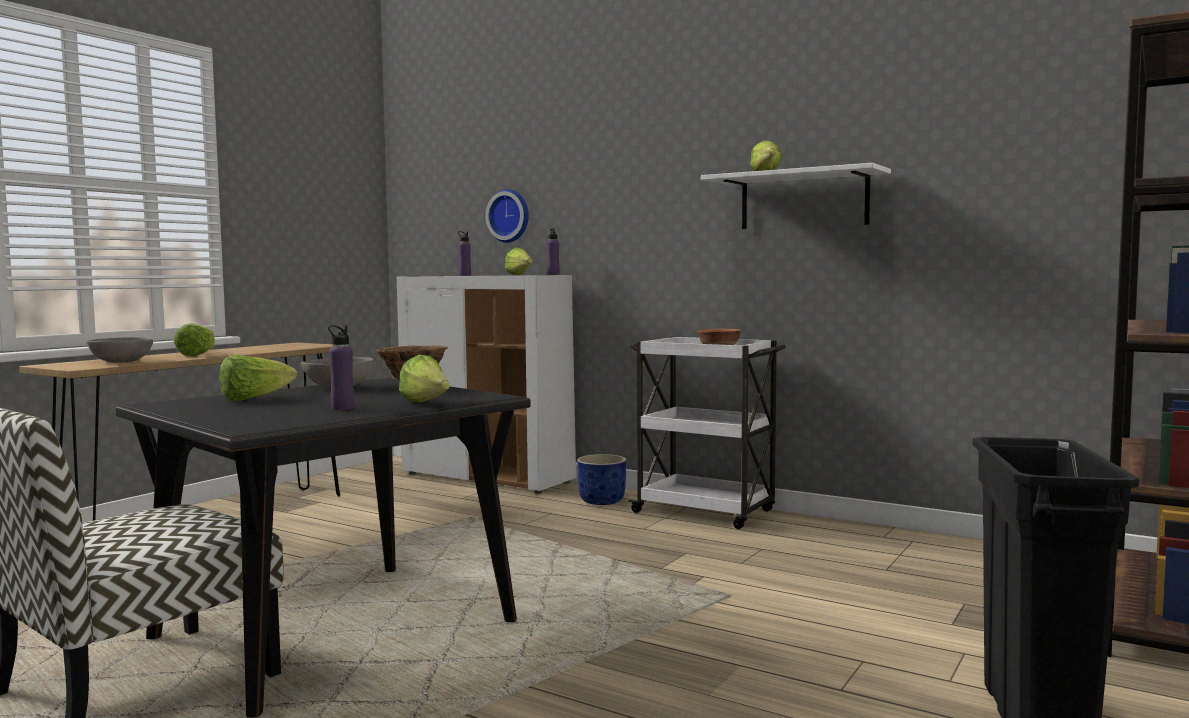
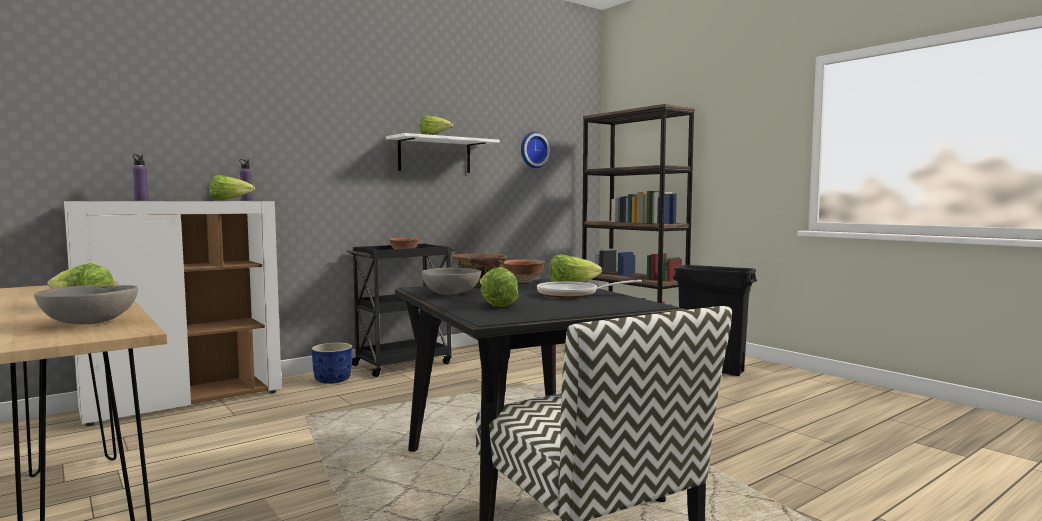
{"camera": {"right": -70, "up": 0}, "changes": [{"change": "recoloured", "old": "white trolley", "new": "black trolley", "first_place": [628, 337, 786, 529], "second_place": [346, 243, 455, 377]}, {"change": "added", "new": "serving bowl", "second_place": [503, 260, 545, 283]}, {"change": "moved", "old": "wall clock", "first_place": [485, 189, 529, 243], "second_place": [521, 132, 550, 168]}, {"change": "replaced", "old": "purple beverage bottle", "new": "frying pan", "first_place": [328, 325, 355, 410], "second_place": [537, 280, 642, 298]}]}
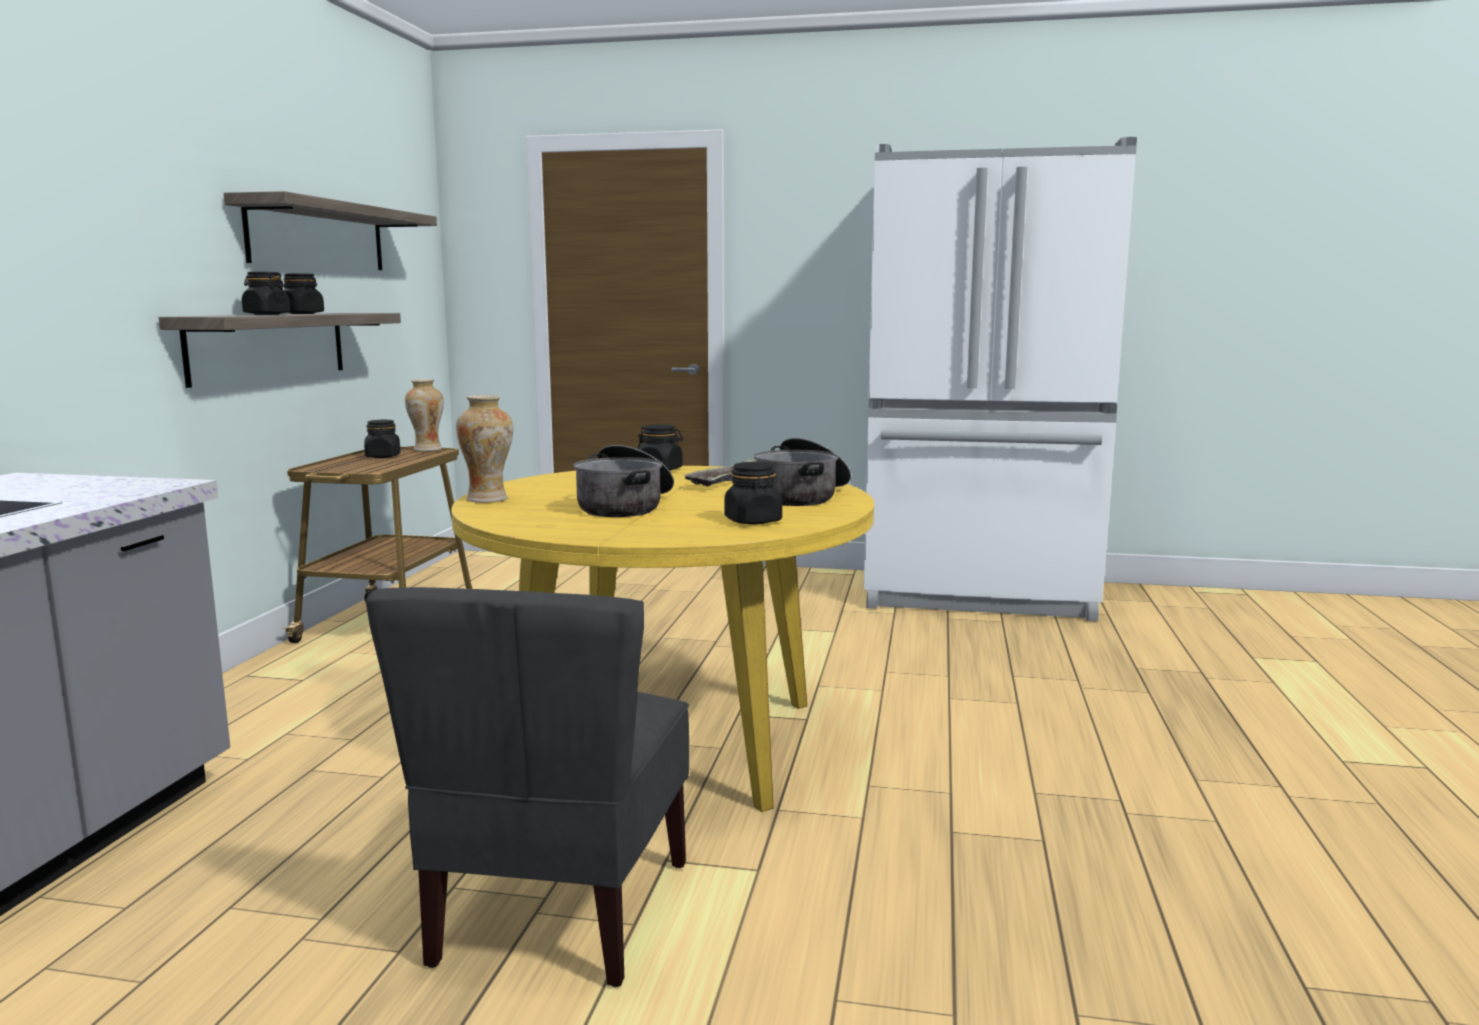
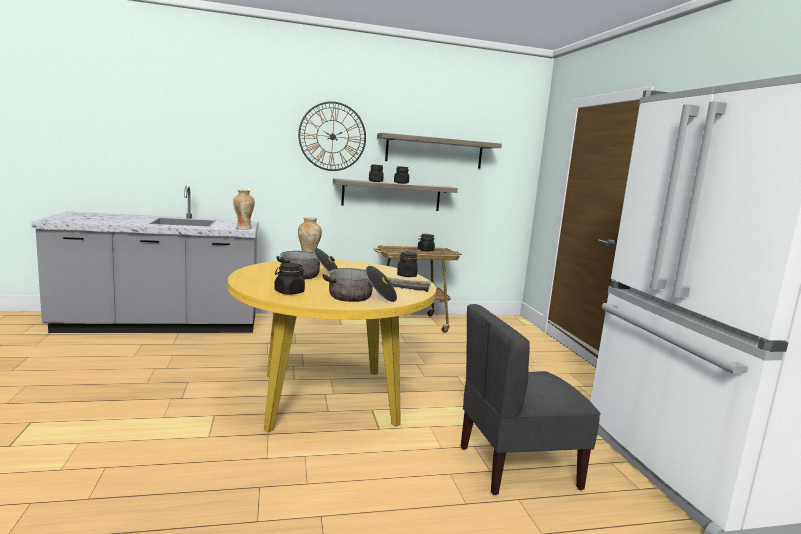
{"camera": {"right": 65, "up": 0}, "changes": [{"change": "moved", "old": "vase", "first_place": [405, 379, 444, 451], "second_place": [233, 190, 255, 230]}, {"change": "added", "new": "wall clock", "second_place": [298, 101, 366, 171]}, {"change": "moved", "old": "greyish upright chair", "first_place": [366, 587, 689, 987], "second_place": [461, 304, 601, 495]}]}
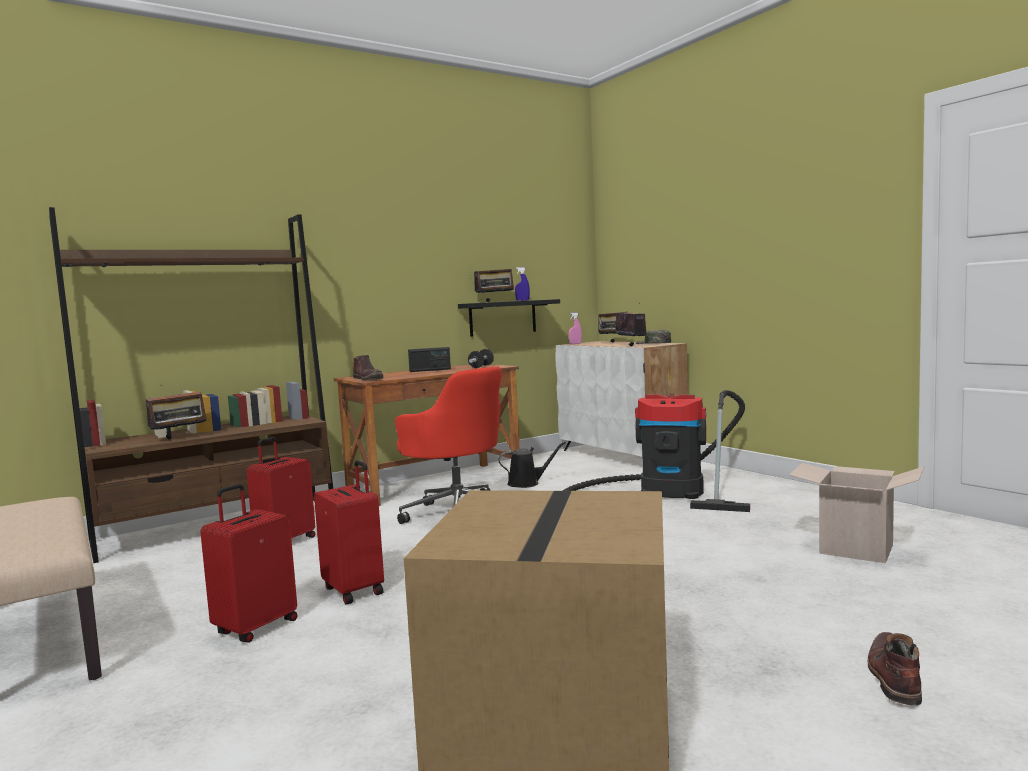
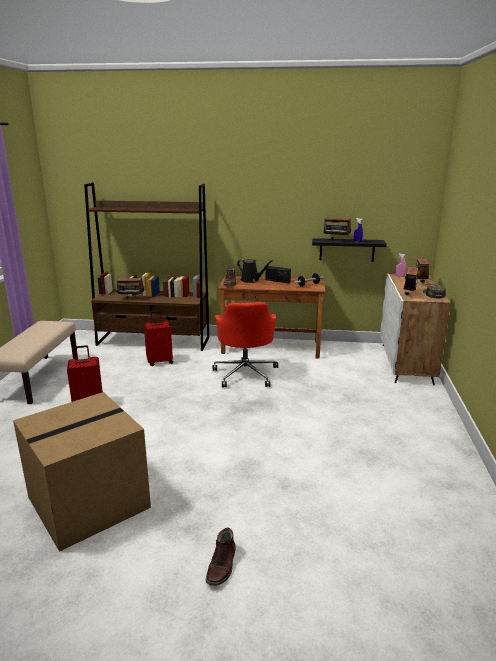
{"camera": {"right": 40, "up": 15}, "changes": [{"change": "turned", "old": "brown-coloured high-top boot", "first_place": [868, 632, 922, 706], "second_place": [206, 528, 236, 586], "degrees": 135}, {"change": "moved", "old": "black watering pot", "first_place": [499, 442, 566, 488], "second_place": [237, 259, 273, 283]}, {"change": "removed", "old": "red suitcase", "first_place": [314, 460, 384, 604]}, {"change": "removed", "old": "vacuum", "first_place": [563, 390, 750, 512]}, {"change": "removed", "old": "cardboard box", "first_place": [789, 463, 924, 563]}]}
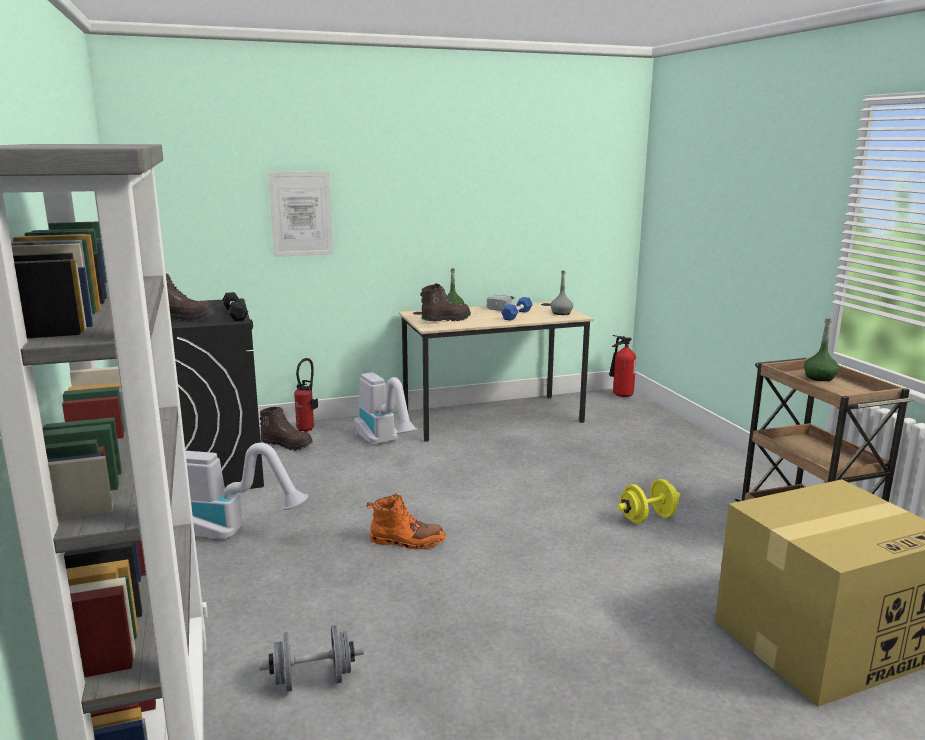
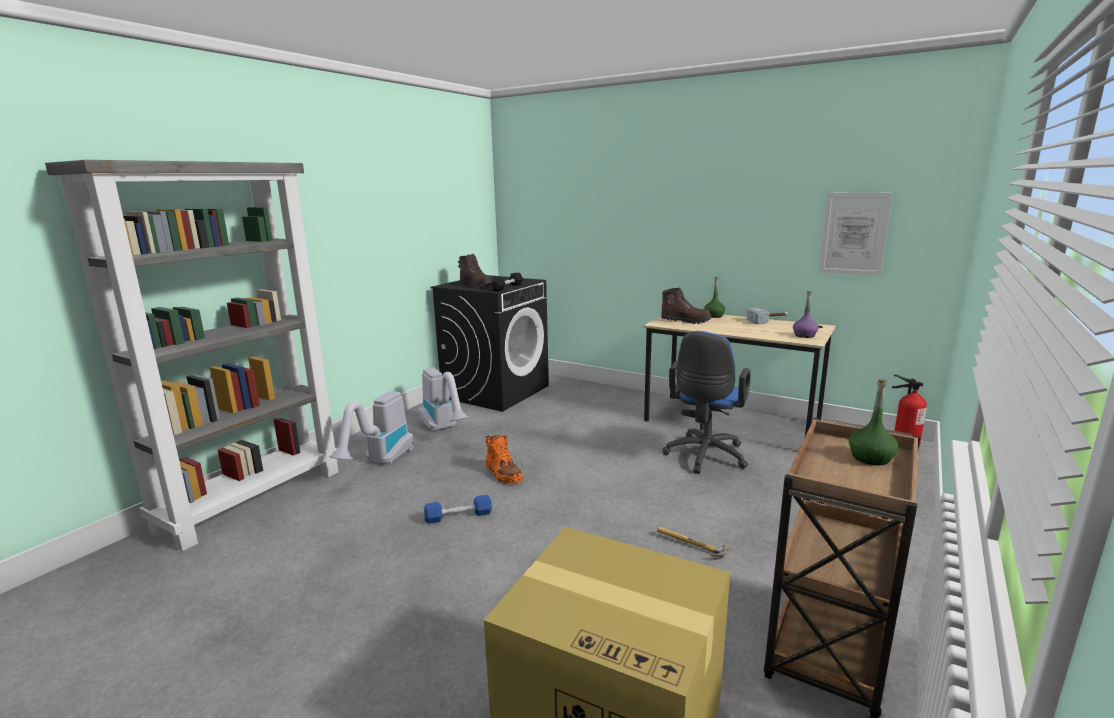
{"camera": {"right": 50, "up": 0}, "changes": [{"change": "moved", "old": "vacuum", "first_place": [354, 372, 418, 445], "second_place": [329, 391, 414, 464]}, {"change": "moved", "old": "blue-coloured free weight", "first_place": [501, 297, 533, 321], "second_place": [424, 495, 492, 524]}, {"change": "replaced", "old": "yellowish free weight", "new": "hand hammer", "first_place": [617, 479, 680, 524], "second_place": [657, 527, 730, 560]}, {"change": "added", "new": "blue-coloured office chair", "second_place": [662, 331, 751, 474]}, {"change": "recoloured", "old": "greyish beverage bottle", "new": "purple beverage bottle", "first_place": [551, 271, 573, 315], "second_place": [793, 291, 819, 338]}, {"change": "moved", "old": "wall picture", "first_place": [268, 172, 333, 257], "second_place": [819, 193, 892, 276]}, {"change": "removed", "old": "greyish free weight", "first_place": [259, 625, 364, 692]}, {"change": "removed", "old": "brown-coloured high-top boot", "first_place": [260, 406, 313, 451]}, {"change": "removed", "old": "extinguisher", "first_place": [294, 358, 318, 433]}]}
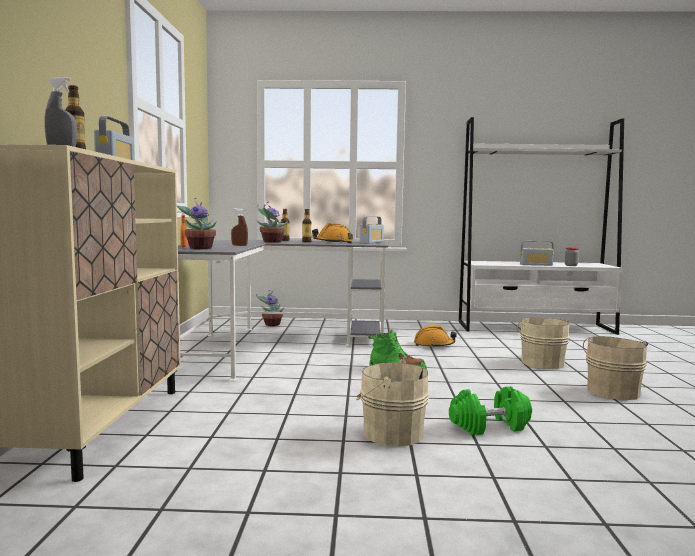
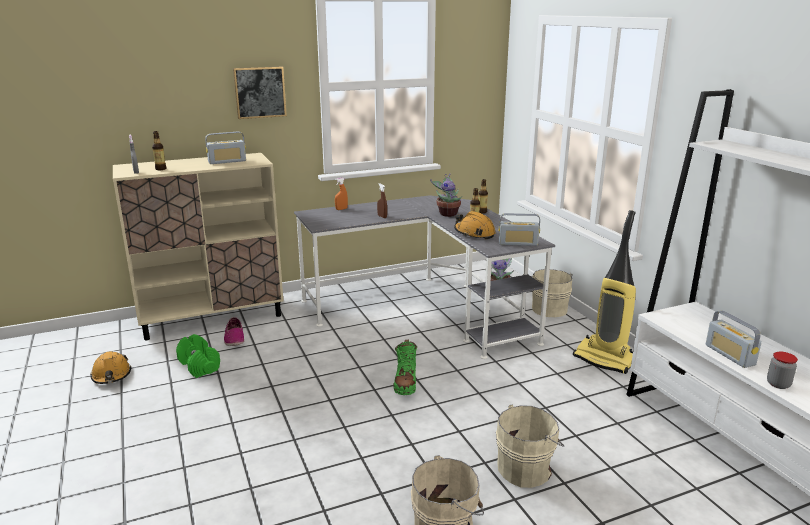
{"camera": {"right": 65, "up": 15}, "changes": [{"change": "moved", "old": "orange-coloured work helmet", "first_place": [414, 325, 457, 348], "second_place": [90, 351, 131, 384]}, {"change": "moved", "old": "greenish free weight", "first_place": [449, 386, 532, 435], "second_place": [176, 334, 220, 378]}, {"change": "added", "new": "item of footwear", "second_place": [224, 317, 244, 346]}, {"change": "added", "new": "wall picture", "second_place": [233, 66, 287, 119]}, {"change": "moved", "old": "beige-coloured pail", "first_place": [356, 359, 429, 446], "second_place": [531, 269, 573, 317]}, {"change": "added", "new": "vacuum", "second_place": [573, 210, 636, 374]}, {"change": "removed", "old": "houseplant", "first_place": [177, 198, 217, 249]}]}
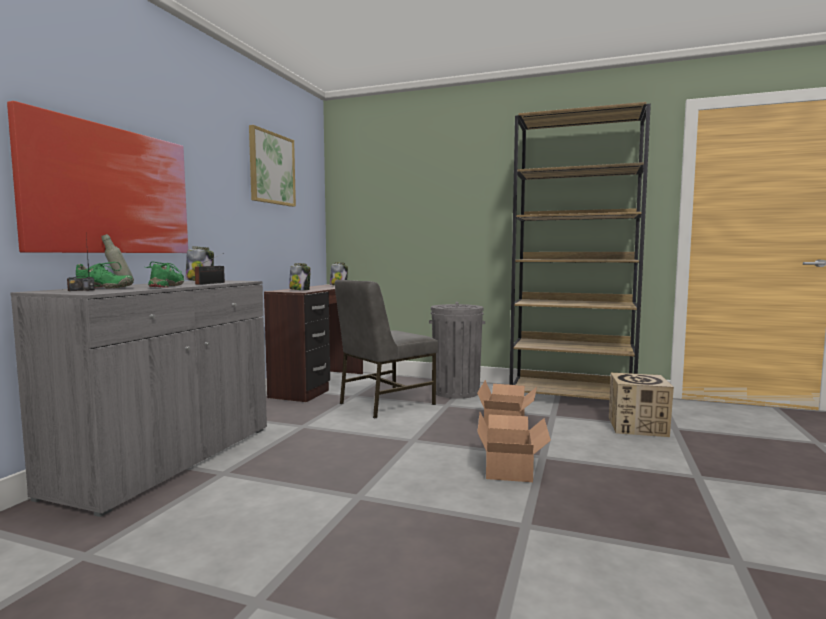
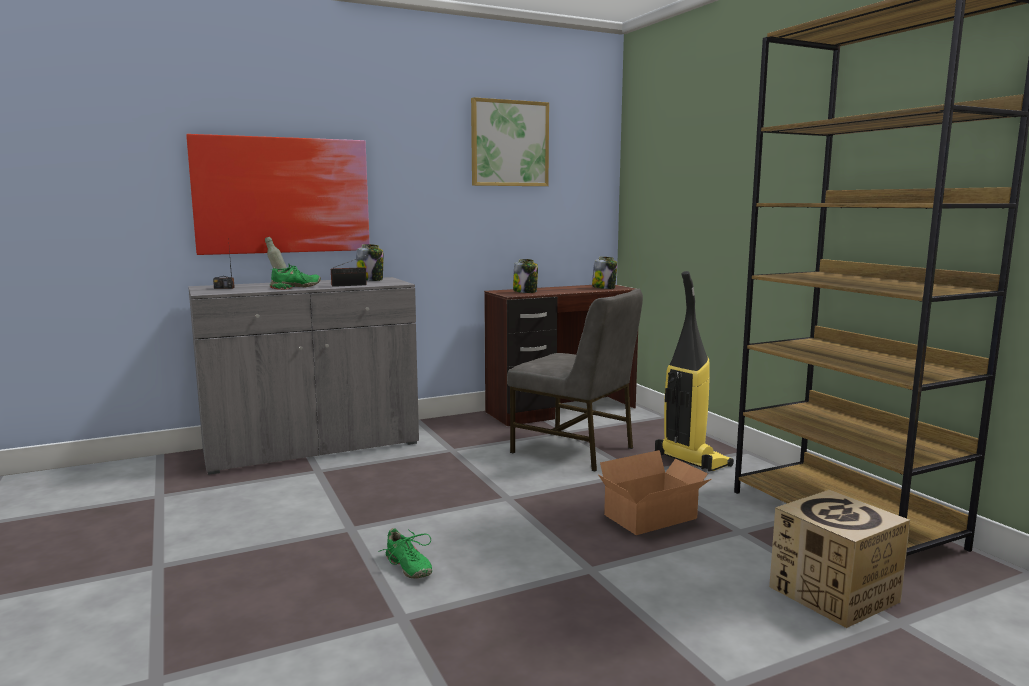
{"camera": {"right": 45, "up": 5}, "changes": [{"change": "moved", "old": "greenish item of footwear", "first_place": [76, 262, 134, 289], "second_place": [378, 528, 432, 579]}, {"change": "turned", "old": "greyish upright chair", "first_place": [335, 280, 438, 418], "second_place": [507, 289, 643, 471], "degrees": -150}, {"change": "replaced", "old": "greyish trash can", "new": "vacuum", "first_place": [429, 302, 485, 399], "second_place": [655, 271, 734, 472]}, {"change": "removed", "old": "cardboard box", "first_place": [477, 412, 551, 482]}]}
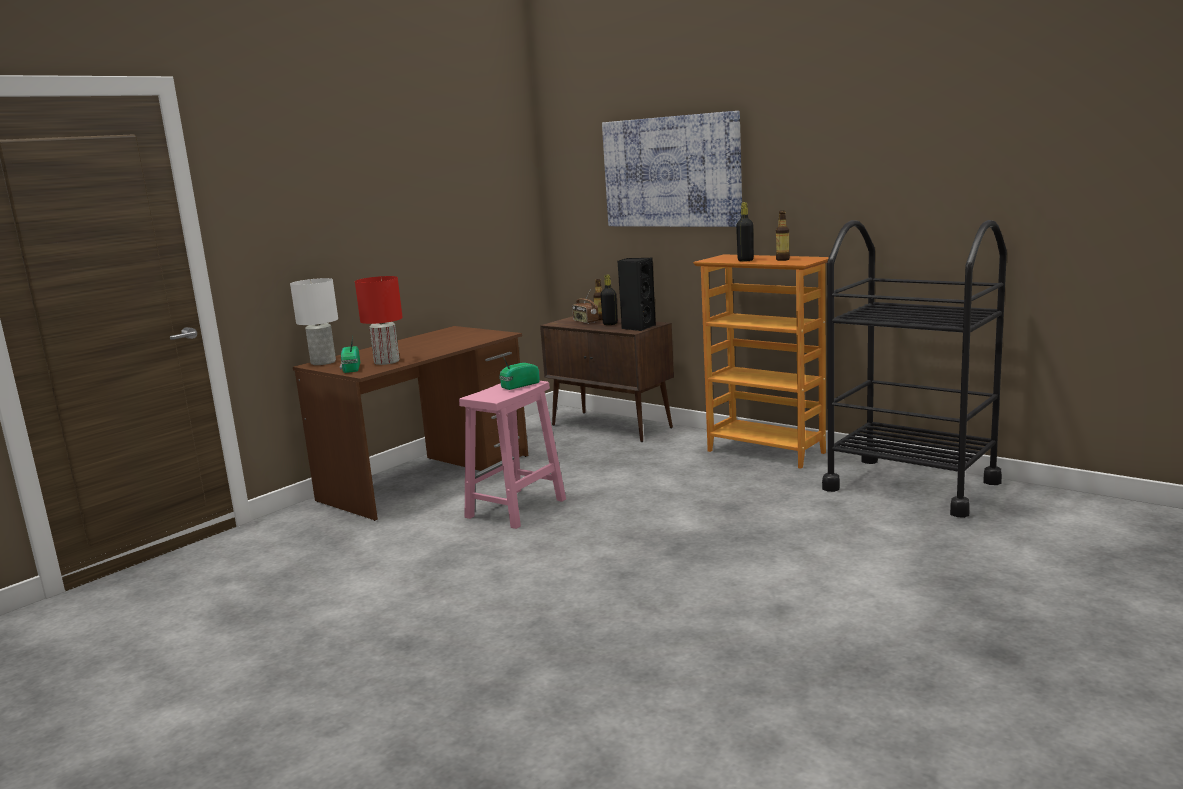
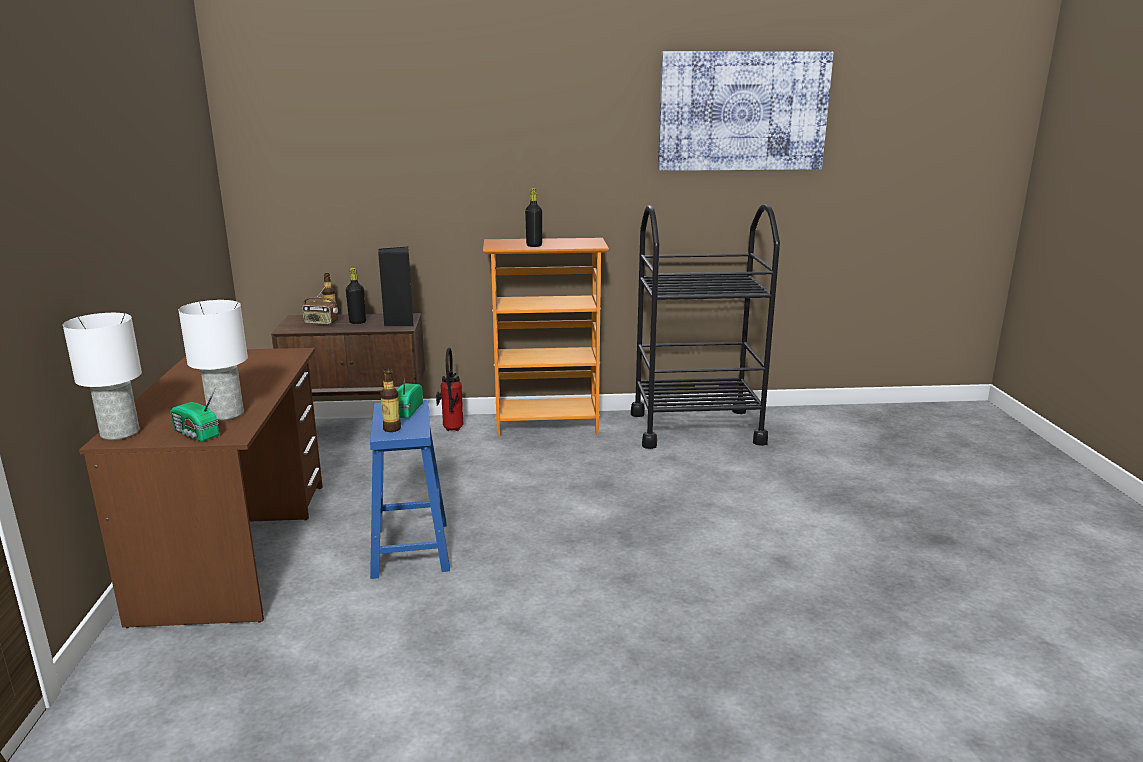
{"camera": {"right": -45, "up": 5}, "changes": [{"change": "recoloured", "old": "red tabletop lamp", "new": "white tabletop lamp", "first_place": [355, 276, 403, 365], "second_place": [178, 300, 248, 421]}, {"change": "recoloured", "old": "pinkish sitting stool", "new": "blue-coloured sitting stool", "first_place": [459, 381, 566, 529], "second_place": [370, 400, 450, 579]}, {"change": "moved", "old": "beverage bottle", "first_place": [776, 211, 790, 261], "second_place": [380, 369, 401, 432]}, {"change": "added", "new": "extinguisher", "second_place": [436, 348, 464, 431]}, {"change": "moved", "old": "wall picture", "first_place": [602, 111, 742, 227], "second_place": [658, 51, 834, 171]}]}
